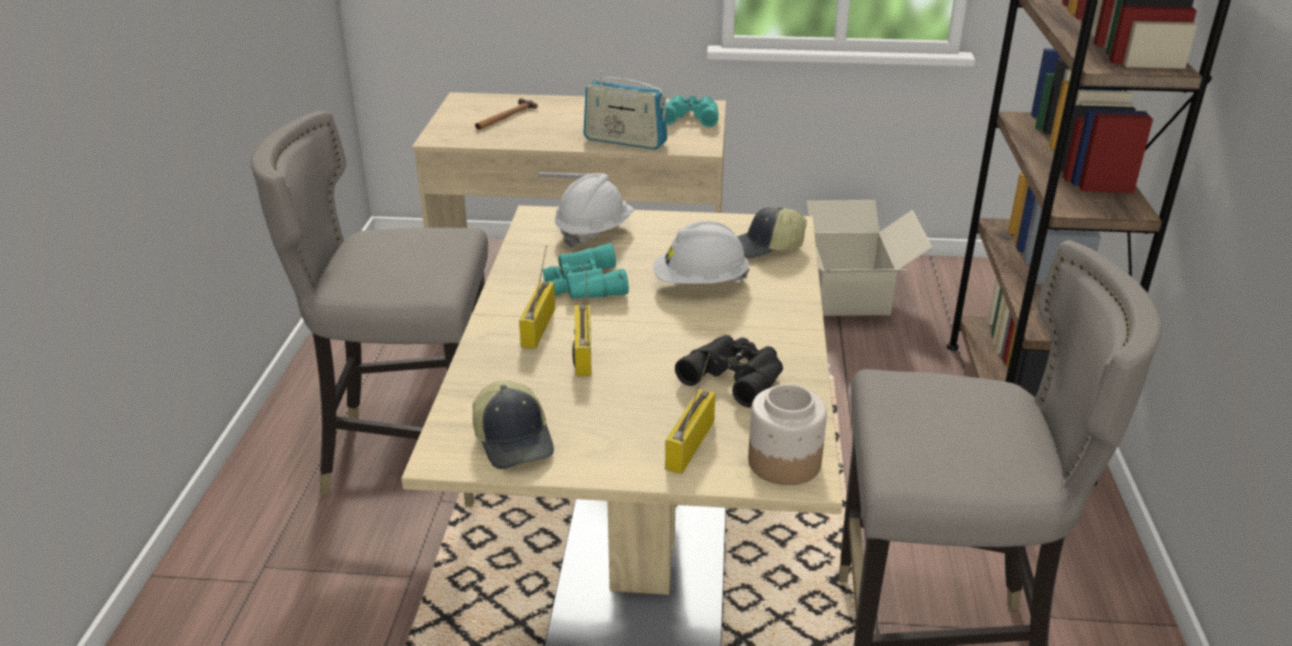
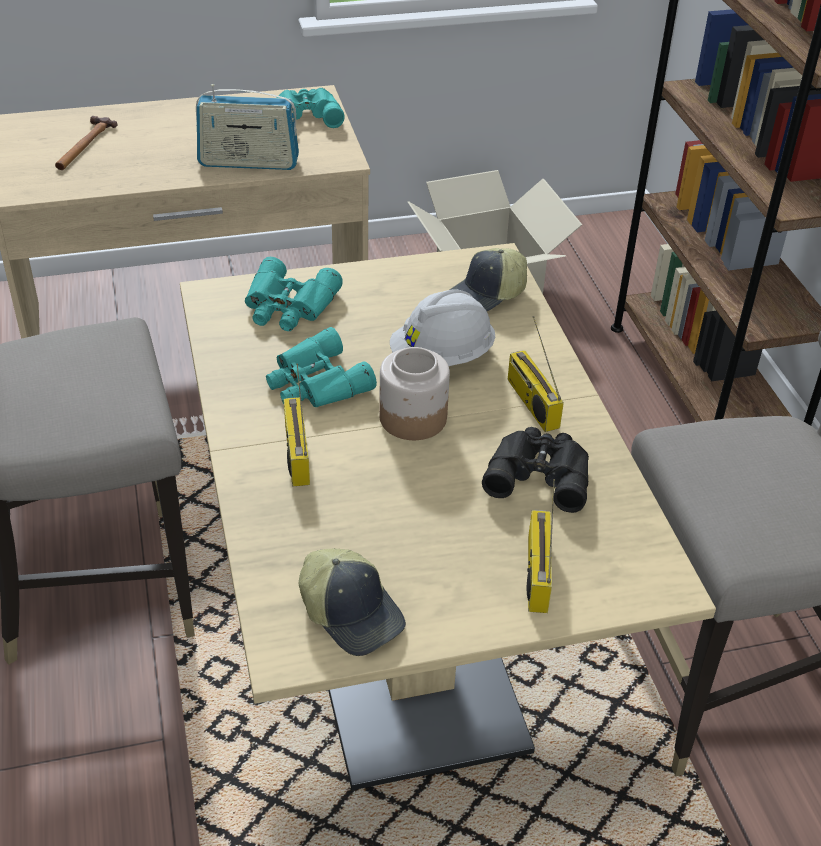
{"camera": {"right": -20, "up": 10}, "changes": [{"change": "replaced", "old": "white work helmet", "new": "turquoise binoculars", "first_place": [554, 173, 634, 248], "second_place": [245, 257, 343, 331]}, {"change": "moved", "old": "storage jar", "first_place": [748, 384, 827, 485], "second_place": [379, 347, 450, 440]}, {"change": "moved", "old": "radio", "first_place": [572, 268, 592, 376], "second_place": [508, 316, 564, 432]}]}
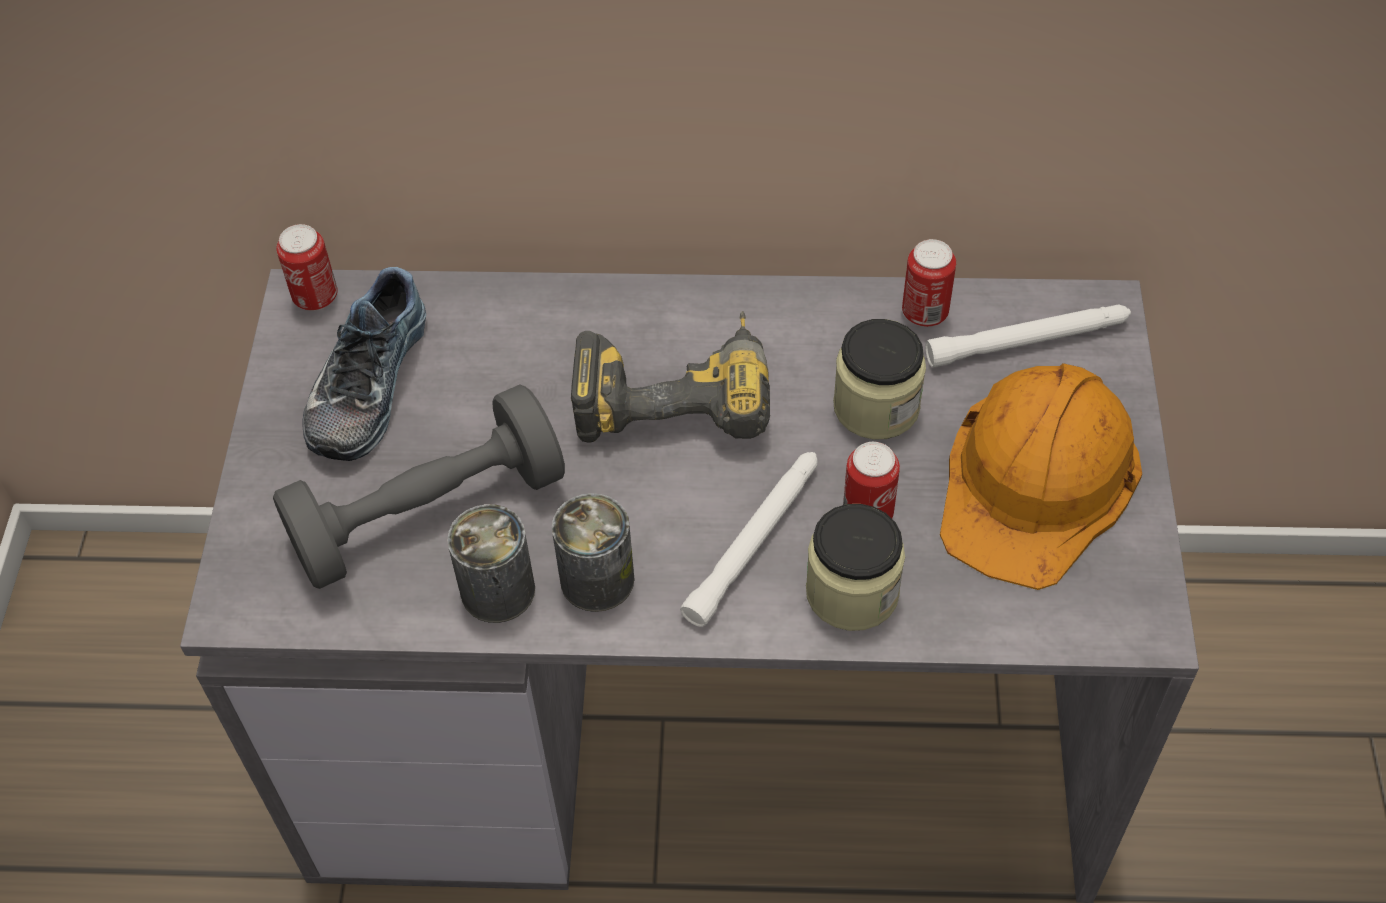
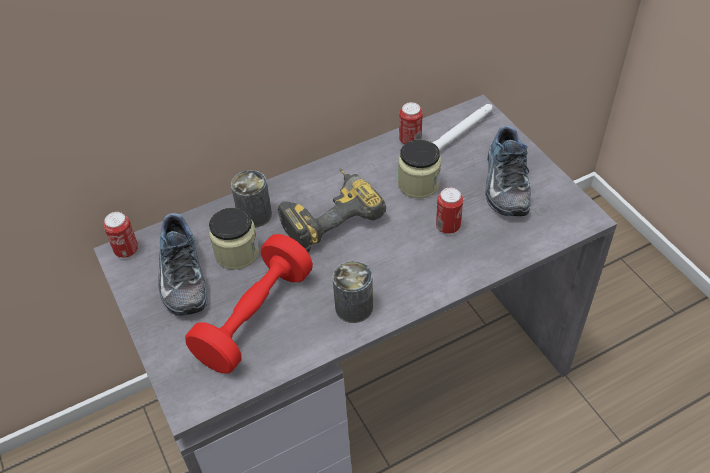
{"camera": {"right": -30, "up": -5}, "changes": [{"change": "recoloured", "old": "greyish free weight", "new": "red free weight", "first_place": [273, 384, 565, 589], "second_place": [185, 234, 313, 373]}, {"change": "moved", "old": "storage jar", "first_place": [806, 504, 905, 631], "second_place": [209, 207, 259, 270]}, {"change": "moved", "old": "sealed can", "first_place": [447, 504, 535, 623], "second_place": [231, 170, 272, 228]}, {"change": "replaced", "old": "orange-coloured work helmet", "new": "item of footwear", "first_place": [940, 363, 1142, 590], "second_place": [485, 126, 531, 216]}, {"change": "removed", "old": "white flashlight", "first_place": [681, 452, 818, 627]}]}
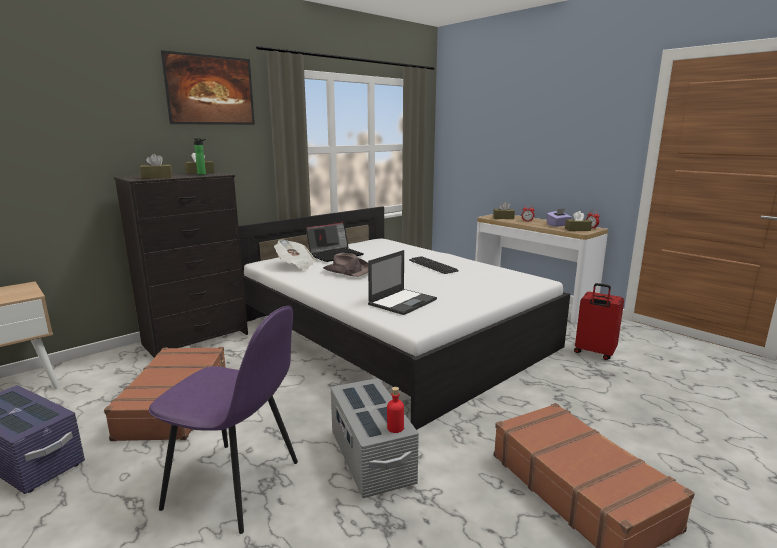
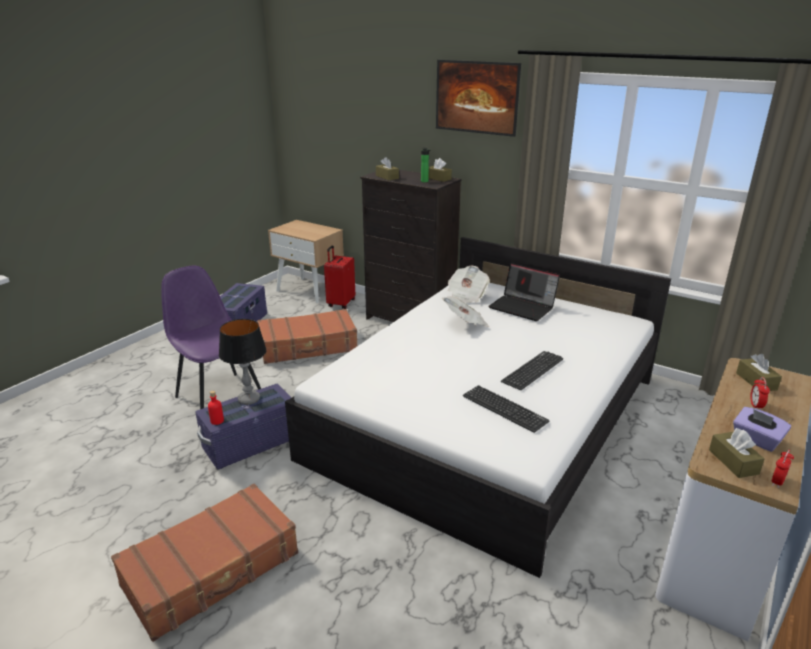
{"camera": {"right": 75, "up": 10}, "changes": [{"change": "turned", "old": "purple upright chair", "first_place": [149, 306, 298, 534], "second_place": [161, 266, 261, 409], "degrees": 135}, {"change": "recoloured", "old": "greyish storage box", "new": "purple storage box", "first_place": [331, 378, 419, 498], "second_place": [195, 384, 291, 469]}, {"change": "added", "new": "tabletop lamp", "second_place": [219, 319, 267, 405]}, {"change": "moved", "old": "red suitcase", "first_place": [574, 283, 624, 360], "second_place": [324, 245, 355, 309]}, {"change": "replaced", "old": "brown-coloured clothing hat", "new": "daily paper", "first_place": [323, 253, 368, 277], "second_place": [442, 296, 490, 327]}, {"change": "added", "new": "PC keyboard", "second_place": [463, 385, 549, 433]}, {"change": "removed", "old": "portable computer", "first_place": [368, 250, 437, 315]}]}
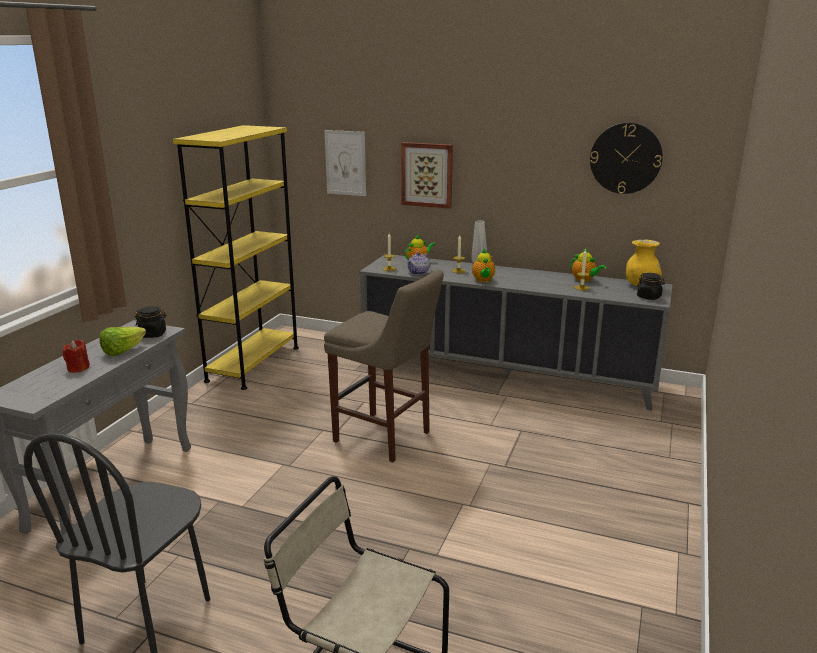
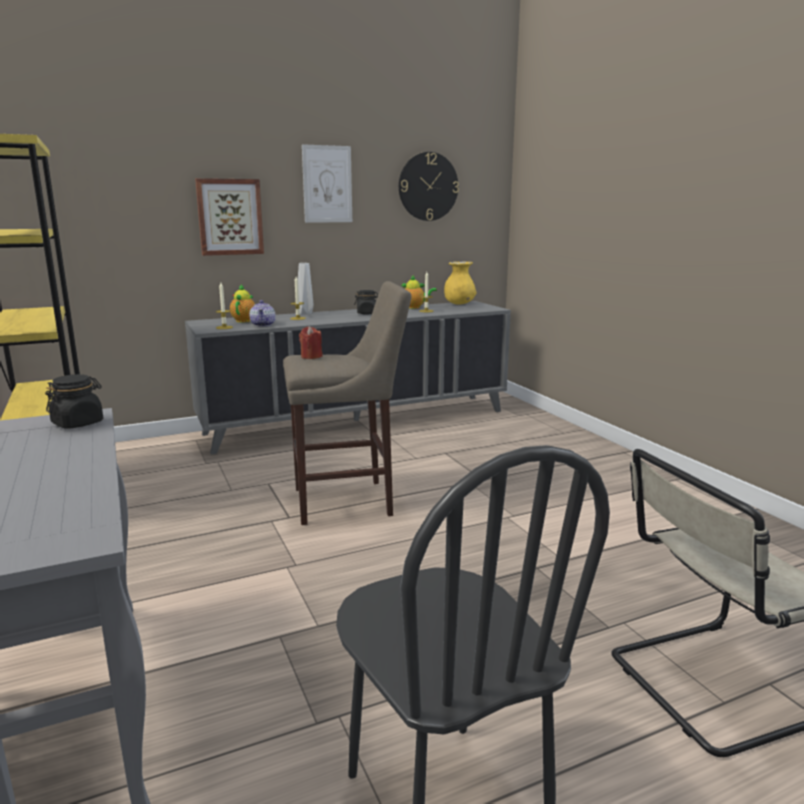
{"camera": {"right": -45, "up": -5}, "changes": [{"change": "moved", "old": "red wax light", "first_place": [63, 340, 90, 373], "second_place": [299, 326, 323, 359]}, {"change": "moved", "old": "wall picture", "first_place": [324, 130, 366, 196], "second_place": [302, 144, 352, 223]}, {"change": "moved", "old": "black storage jar", "first_place": [637, 273, 665, 300], "second_place": [354, 290, 378, 315]}, {"change": "removed", "old": "head of lettuce", "first_place": [99, 327, 146, 356]}, {"change": "removed", "old": "pot for tea", "first_place": [472, 248, 495, 282]}]}
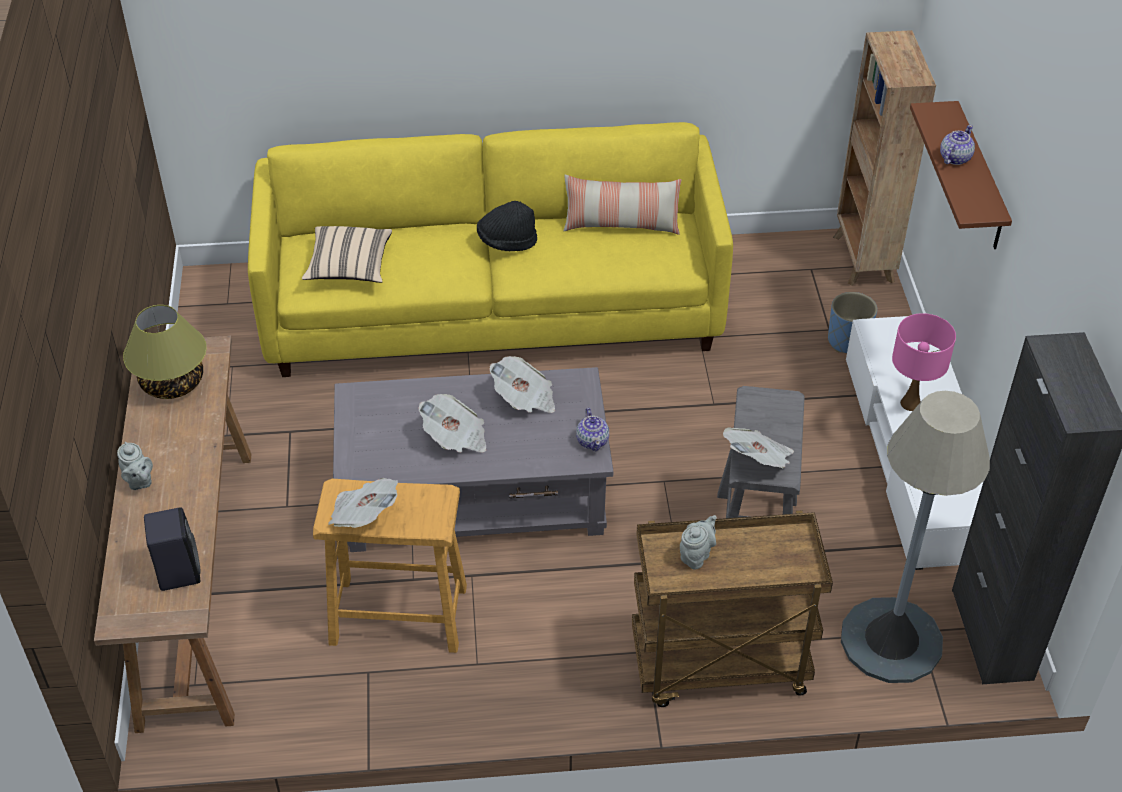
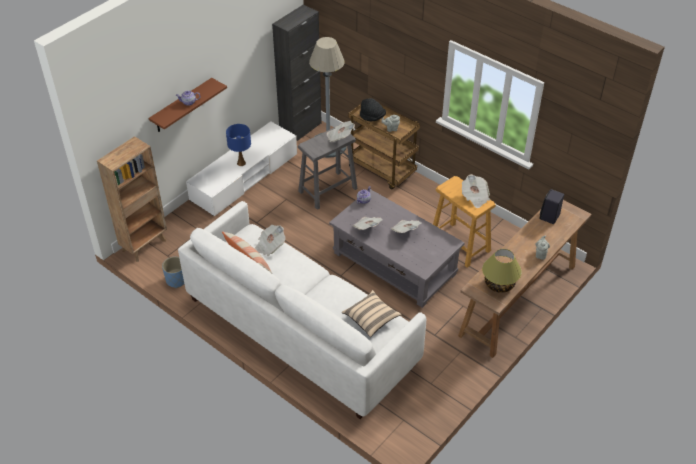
{"camera": {"right": -135, "up": 0}, "changes": [{"change": "moved", "old": "blue-coloured flower pot", "first_place": [828, 292, 877, 353], "second_place": [162, 257, 184, 288]}, {"change": "recoloured", "old": "yellowish sofa", "new": "white sofa", "first_place": [248, 122, 733, 377], "second_place": [178, 201, 426, 419]}, {"change": "recoloured", "old": "pinkish tabletop lamp", "new": "blue-coloured tabletop lamp", "first_place": [892, 313, 956, 411], "second_place": [226, 124, 251, 166]}, {"change": "added", "new": "daily paper", "second_place": [254, 225, 286, 256]}, {"change": "moved", "old": "black clothing hat", "first_place": [477, 201, 537, 251], "second_place": [360, 98, 386, 121]}]}
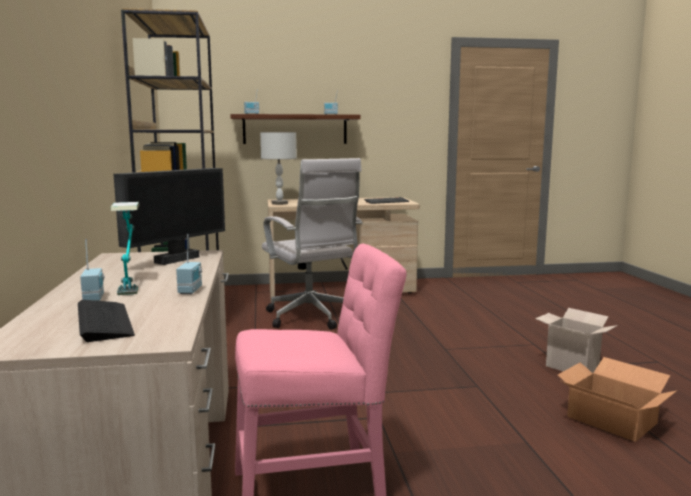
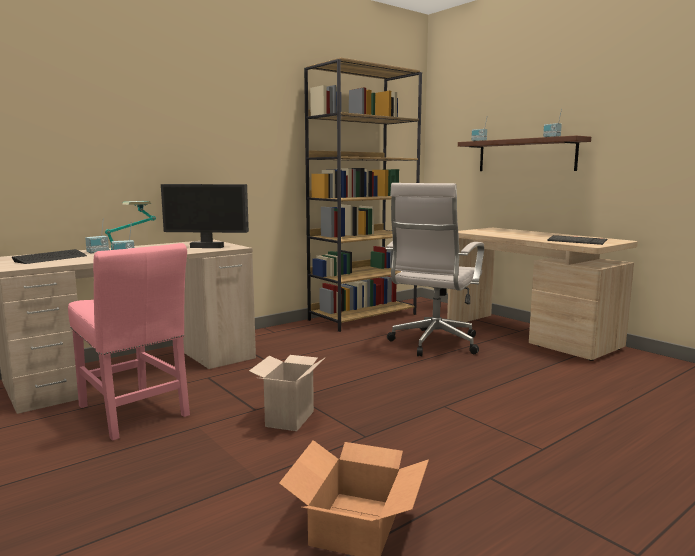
{"camera": {"right": 60, "up": 0}, "changes": [{"change": "moved", "old": "cardboard box", "first_place": [535, 308, 618, 373], "second_place": [249, 355, 325, 431]}, {"change": "removed", "old": "greyish tabletop lamp", "first_place": [260, 132, 297, 205]}]}
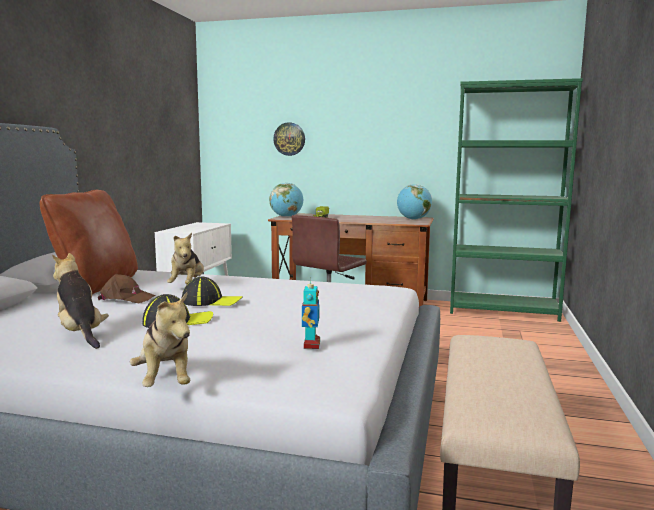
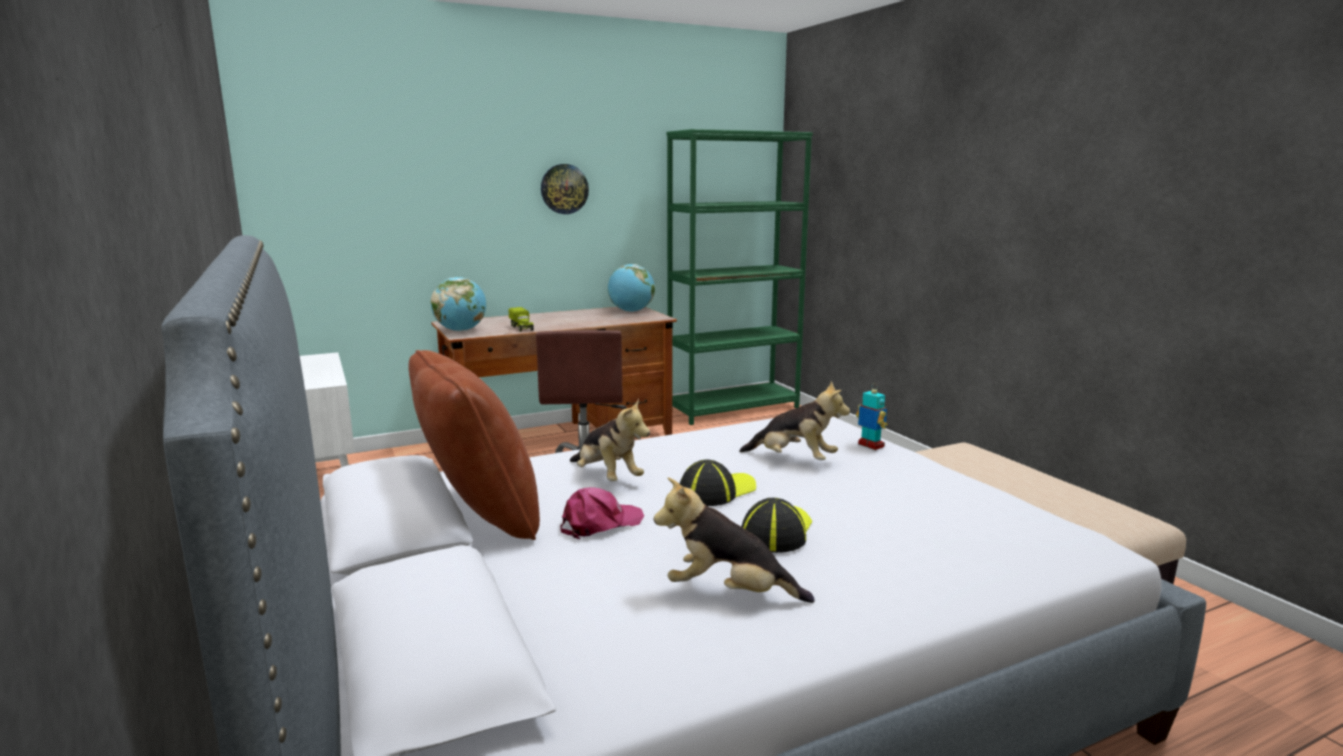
{"camera": {"right": -40, "up": 5}, "changes": [{"change": "moved", "old": "wall clock", "first_place": [273, 122, 305, 156], "second_place": [541, 164, 589, 214]}, {"change": "recoloured", "old": "brown-coloured peaked cap", "new": "pinkish peaked cap", "first_place": [98, 274, 156, 303], "second_place": [560, 488, 644, 539]}, {"change": "moved", "old": "cuddly toy", "first_place": [130, 292, 190, 387], "second_place": [739, 381, 850, 460]}, {"change": "moved", "old": "robot figure", "first_place": [302, 277, 320, 349], "second_place": [856, 383, 888, 450]}]}
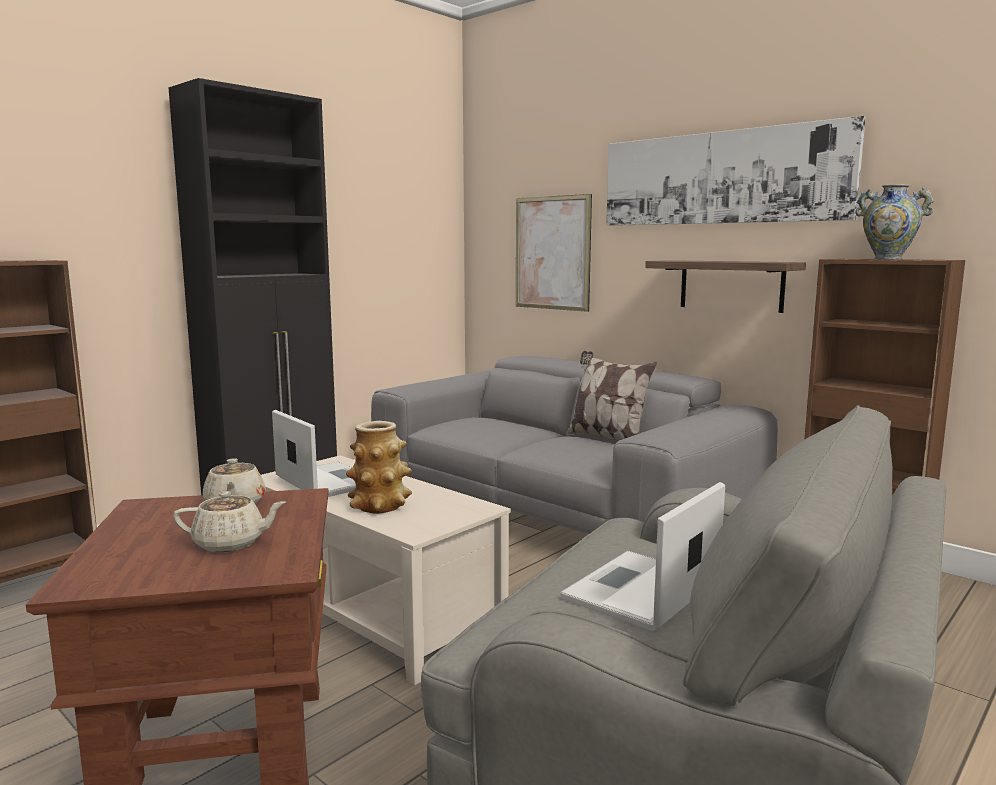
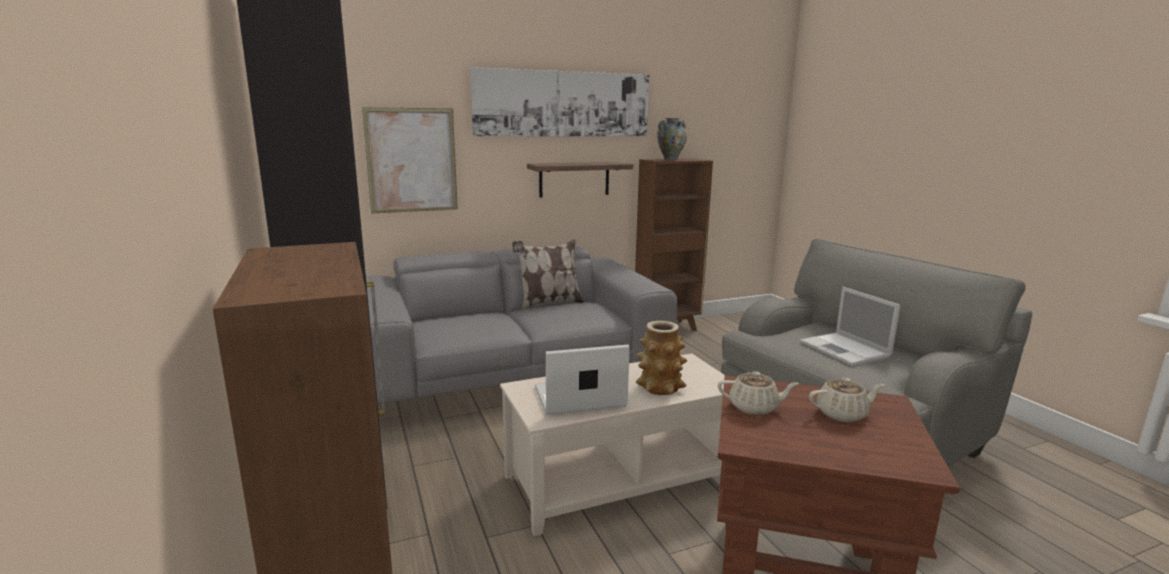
{"camera": {"right": -65, "up": 5}, "changes": [{"change": "turned", "old": "beige-coloured pot for tea", "first_place": [173, 491, 286, 552], "second_place": [809, 377, 885, 422], "degrees": 60}]}
